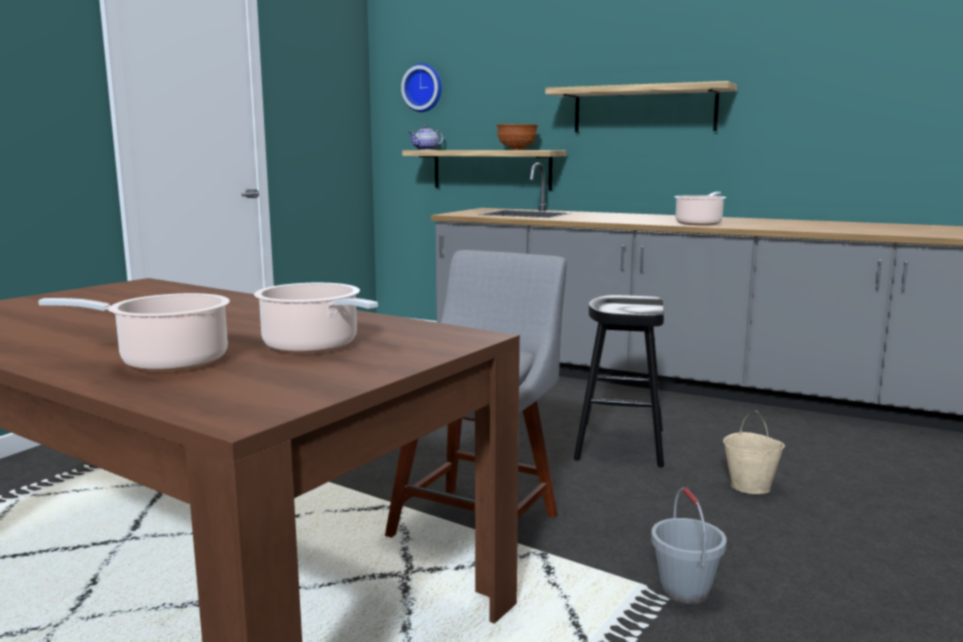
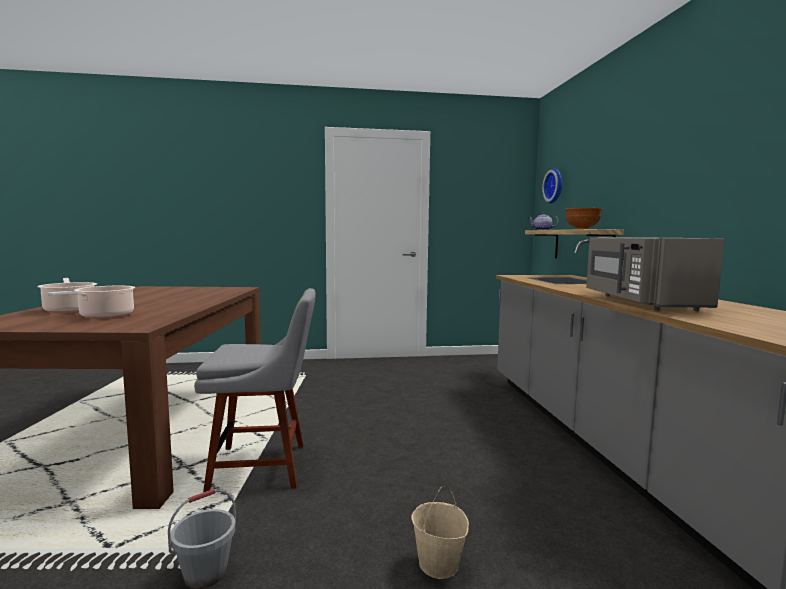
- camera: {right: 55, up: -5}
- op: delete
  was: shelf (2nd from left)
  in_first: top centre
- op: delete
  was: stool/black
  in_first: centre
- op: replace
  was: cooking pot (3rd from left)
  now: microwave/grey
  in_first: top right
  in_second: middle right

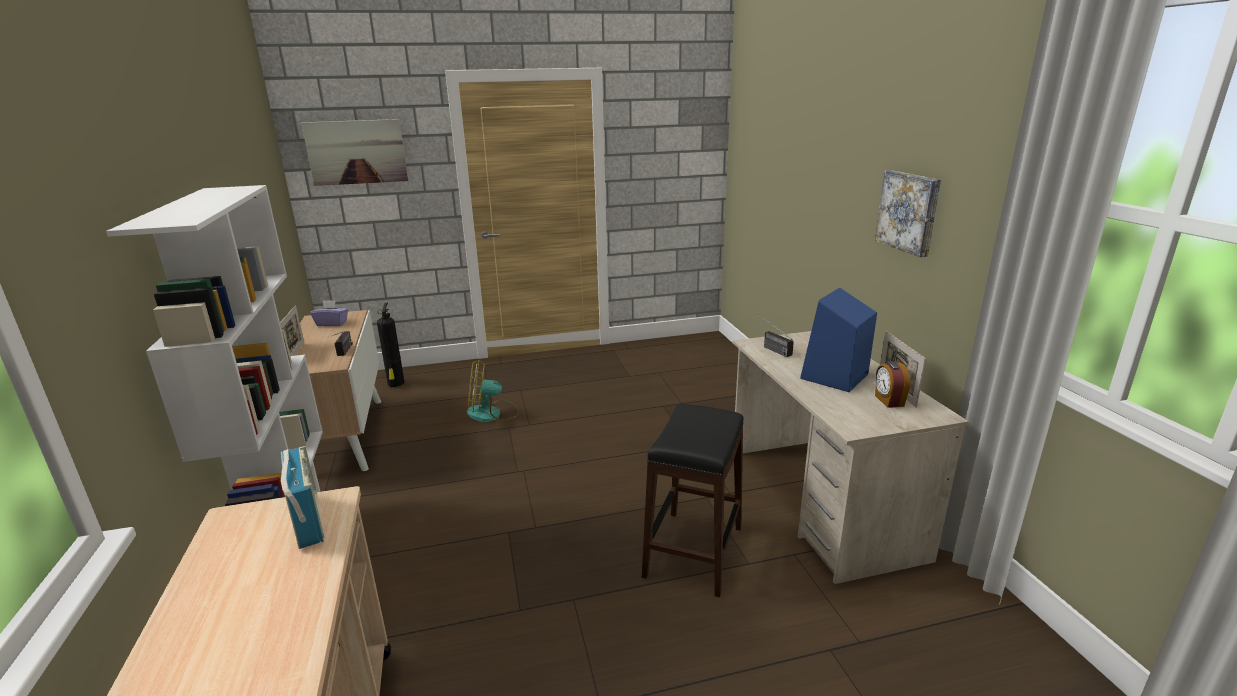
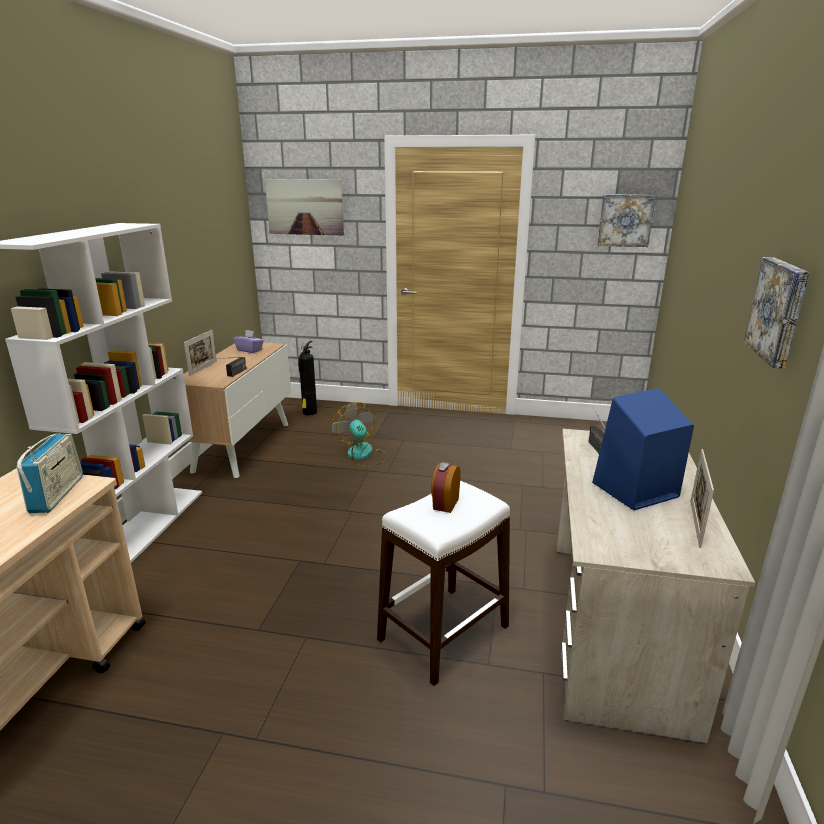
- camera: {right: 25, up: 0}
- op: rotate
  was: fan
  in_first: centre
  in_second: centre
  clockwise: 45
- op: recolor
  was: stool/black
  now: stool/white
  in_first: bottom centre
  in_second: bottom centre
- op: move
  was: alarm clock
  in_first: middle right
  in_second: centre
- op: insert
  now: picture (2nd from left)
  in_second: top right

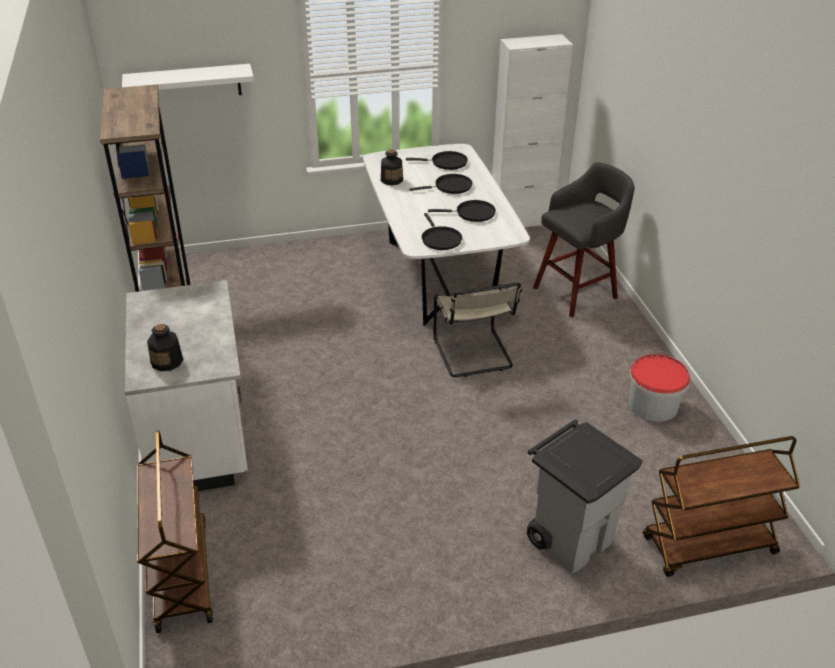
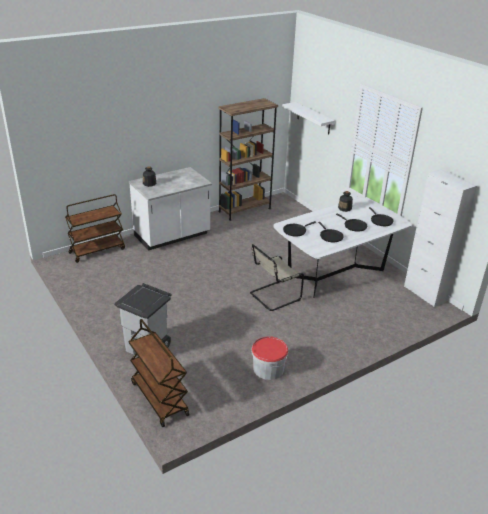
- camera: {right: 70, up: -5}
- op: delete
  was: stool/grey
  in_first: middle right

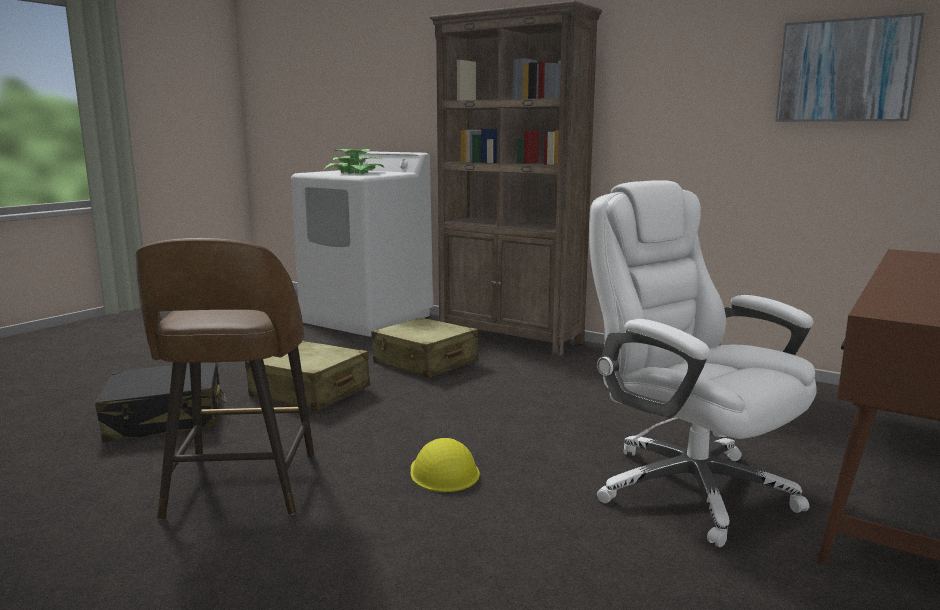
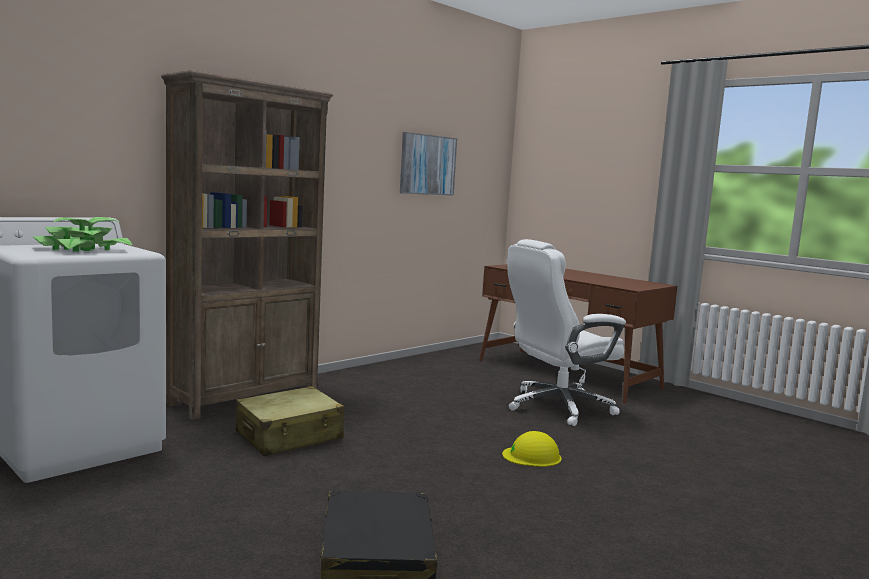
- camera: {right: -80, up: -5}
- op: delete
  was: stool/brown
  in_first: middle left
- op: delete
  was: suitcase/beige (1st from left)
  in_first: middle left

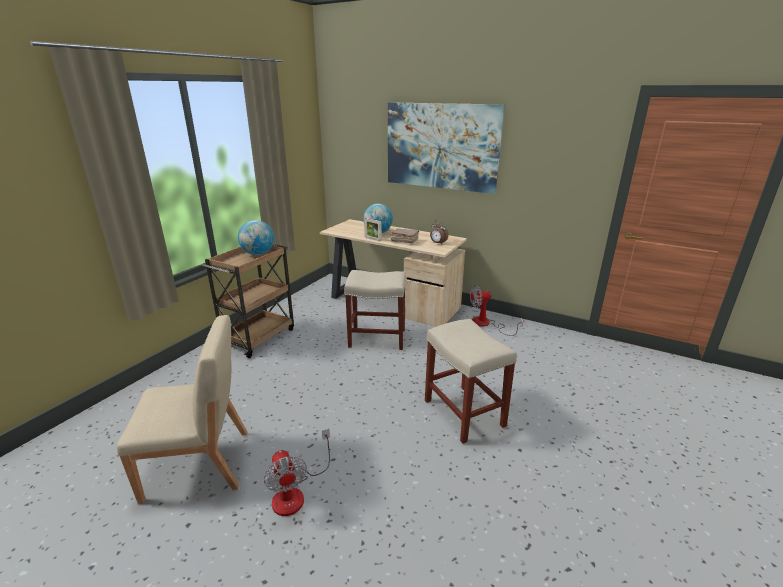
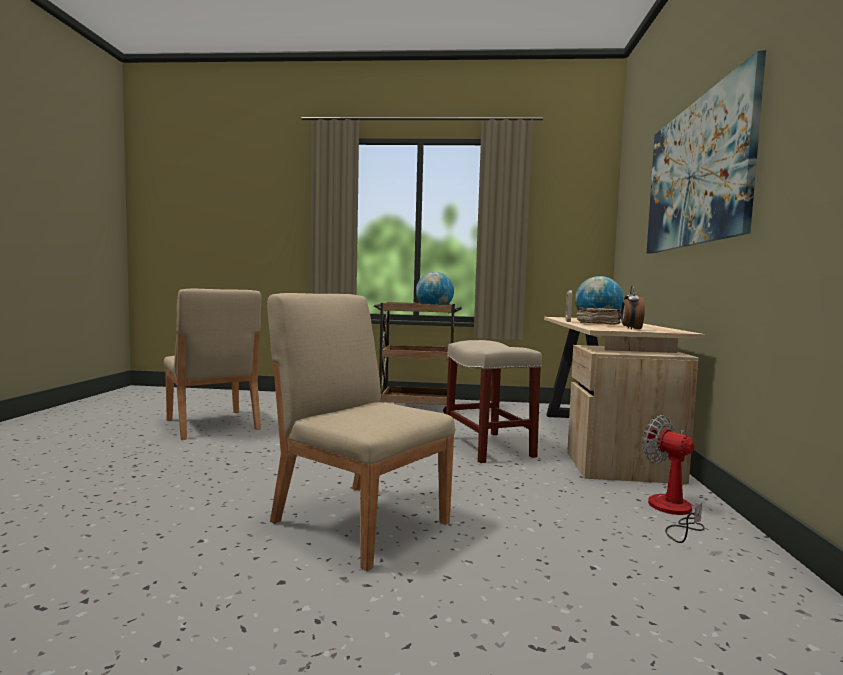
- camera: {right: 65, up: -20}
- op: delete
  was: fan (1st from left)
  in_first: bottom centre
- op: replace
  was: stool/beige (2nd from left)
  now: chair/beige (2nd from left)
  in_first: centre
  in_second: centre

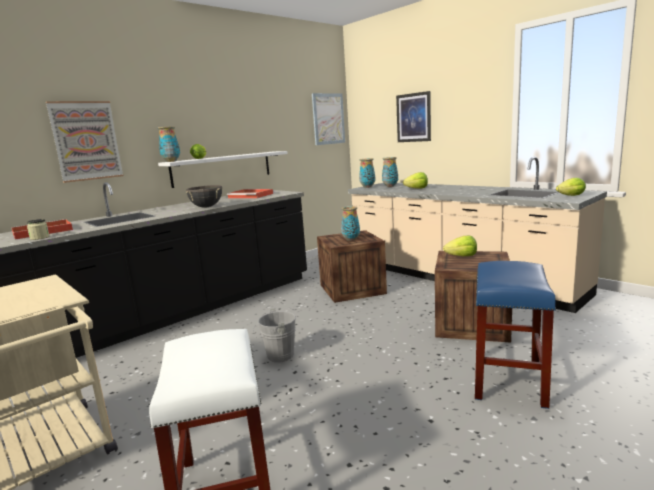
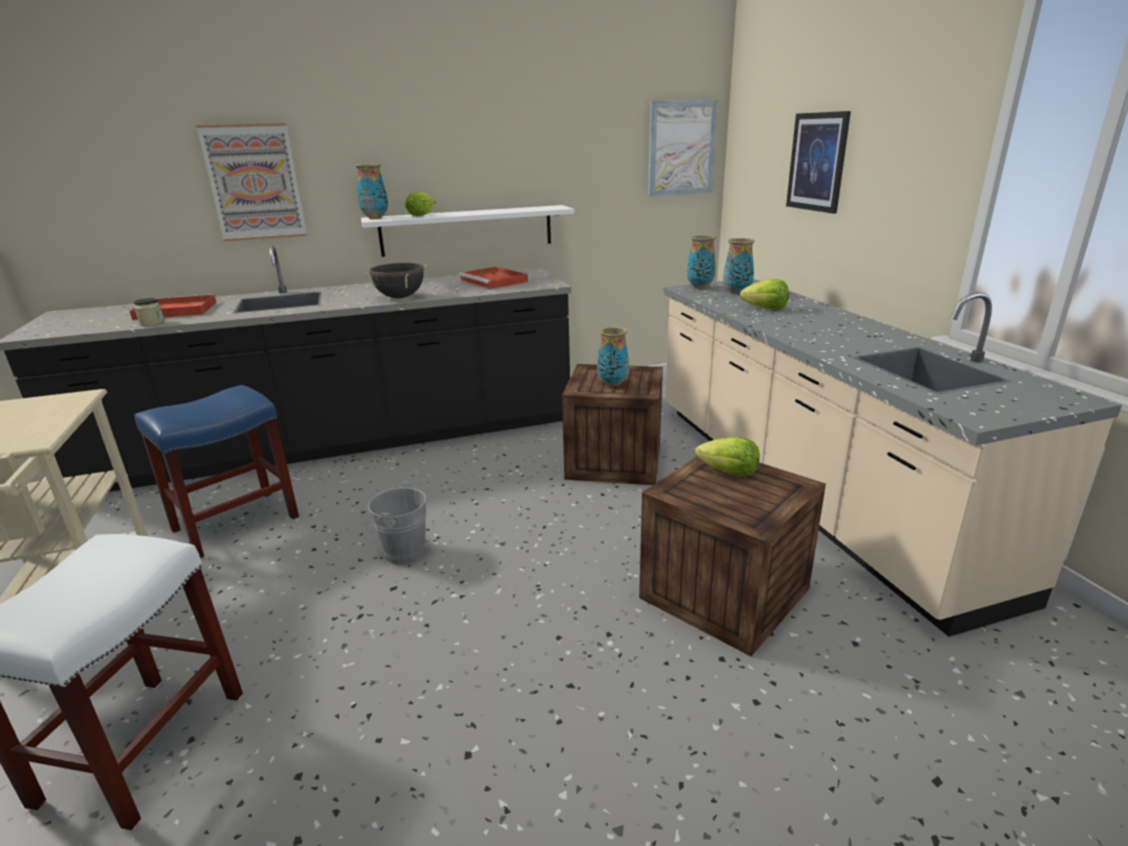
- camera: {right: 25, up: 10}
- op: move
  was: stool/blue
  in_first: bottom right
  in_second: middle left
- op: delete
  was: lettuce (4th from left)
  in_first: middle right

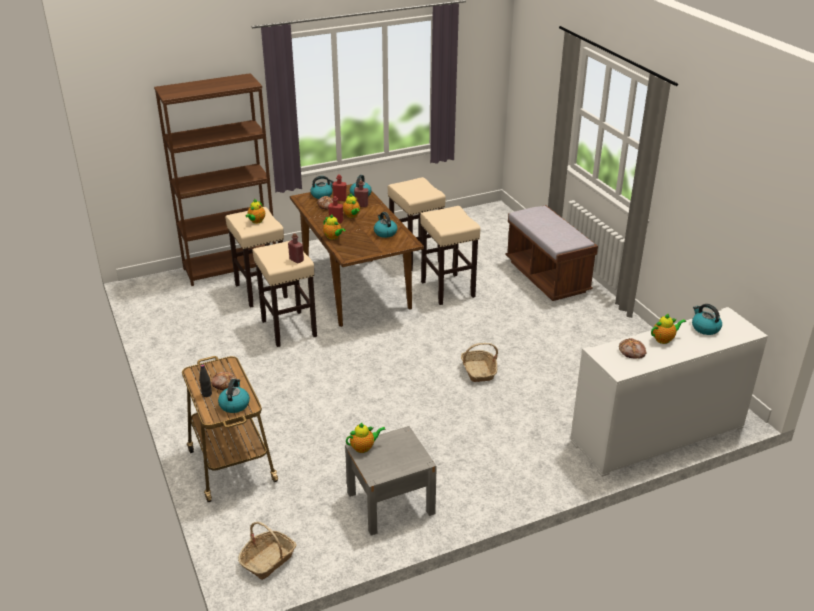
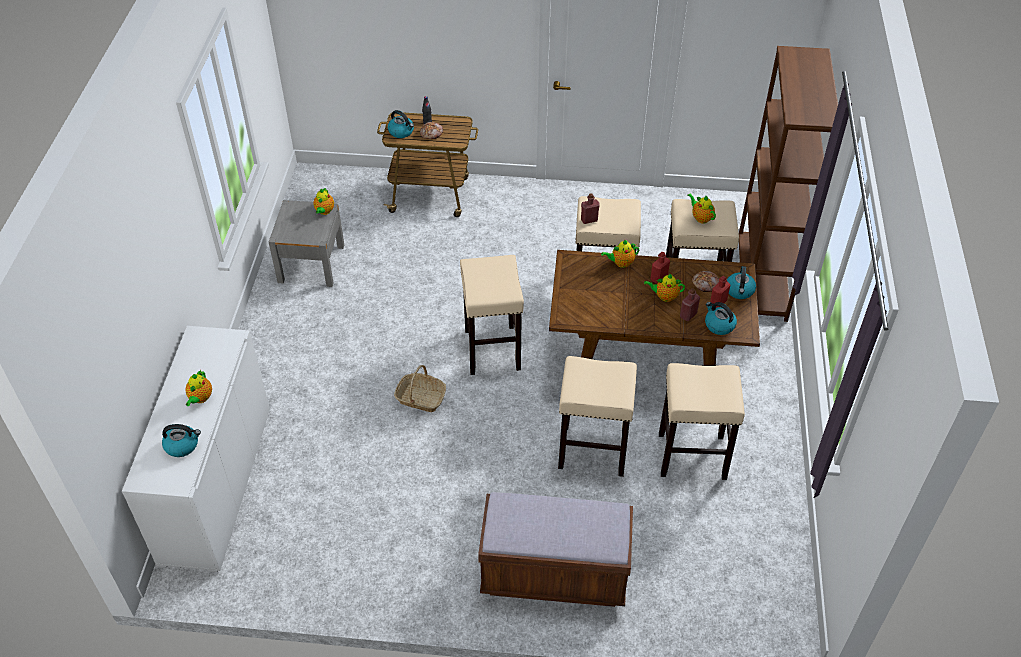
- camera: {right: 120, up: 15}
- op: delete
  was: basket (1st from left)
  in_first: bottom left
- op: delete
  was: kettle (4th from left)
  in_first: centre
- op: delete
  was: bread (3rd from left)
  in_first: middle right
- op: insert
  now: stool/beige (1st from left)
  in_second: centre

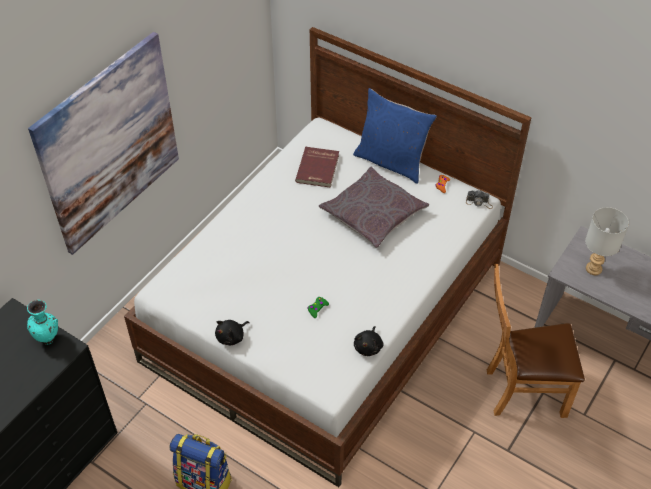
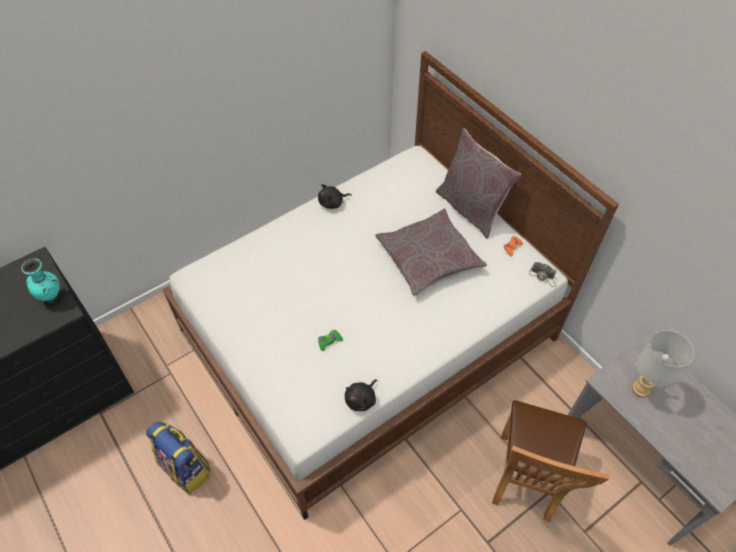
- camera: {right: 20, up: 5}
- op: delete
  was: picture
  in_first: top left
- op: move
  was: plush toy/black (1st from left)
  in_first: bottom centre
  in_second: centre
- op: delete
  was: book/red
  in_first: centre
- op: recolor
  was: pillow/blue
  now: pillow/grey (2nd from left)
  in_first: top centre
  in_second: top centre
- op: rotate
  was: chair/brown
  in_first: bottom right
  in_second: bottom right
  clockwise: -90

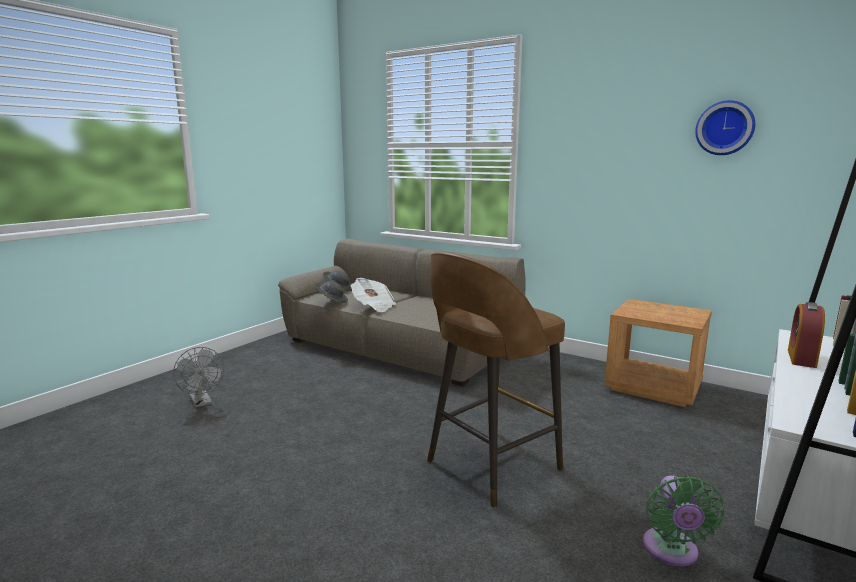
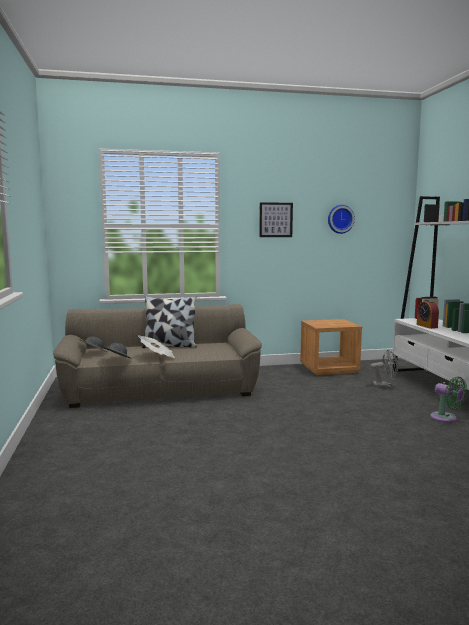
- camera: {right: -45, up: -5}
- op: move
  was: fan/grey
  in_first: middle left
  in_second: middle right
- op: delete
  was: stool/brown
  in_first: centre
- op: insert
  now: pillow
  in_second: centre
- op: insert
  now: picture
  in_second: centre

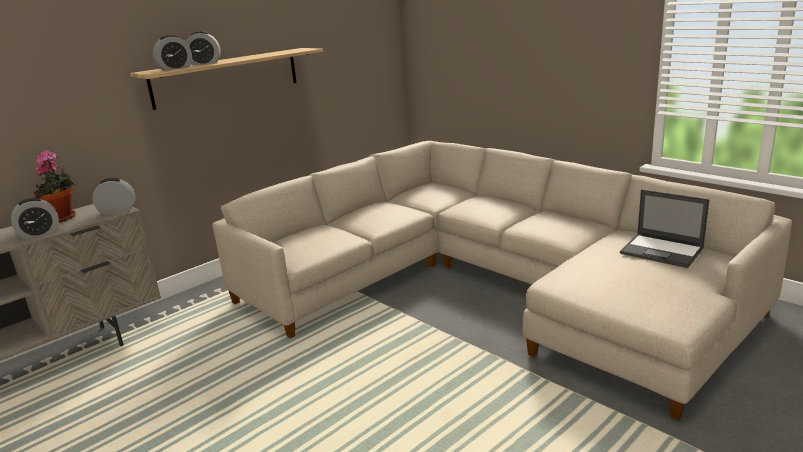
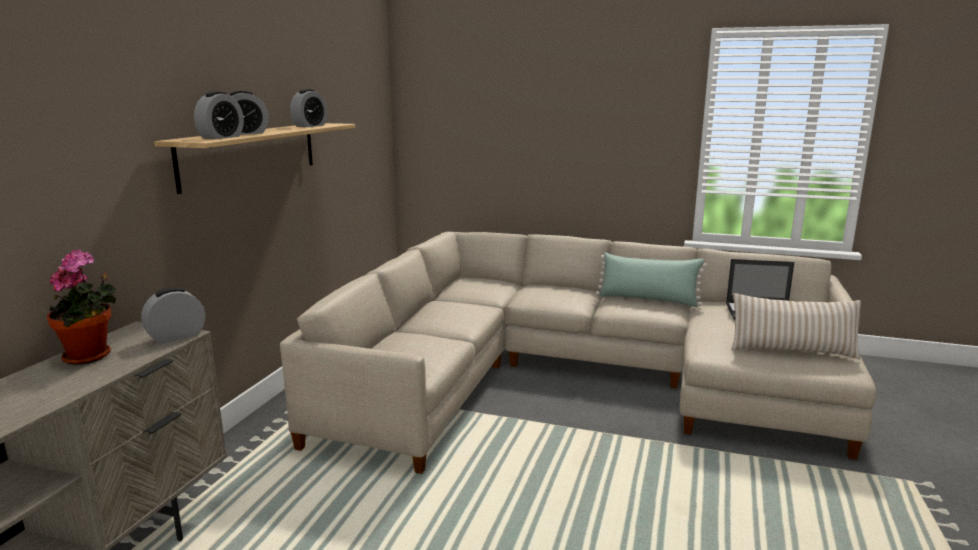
- camera: {right: -30, up: -5}
- op: move
  was: alarm clock (1st from left in the first image)
  now: alarm clock (4th from left)
  in_first: middle left
  in_second: top left
- op: insert
  now: pillow/green
  in_second: centre
- op: insert
  now: pillow/beige
  in_second: middle right

